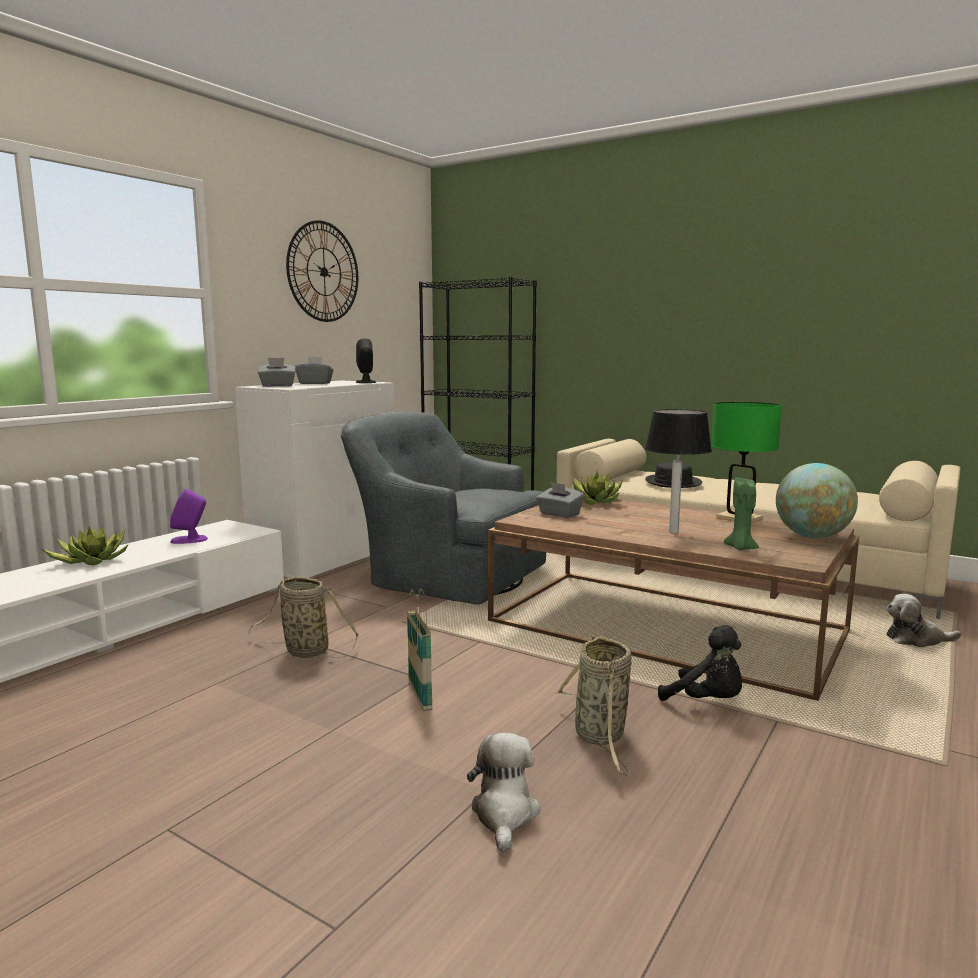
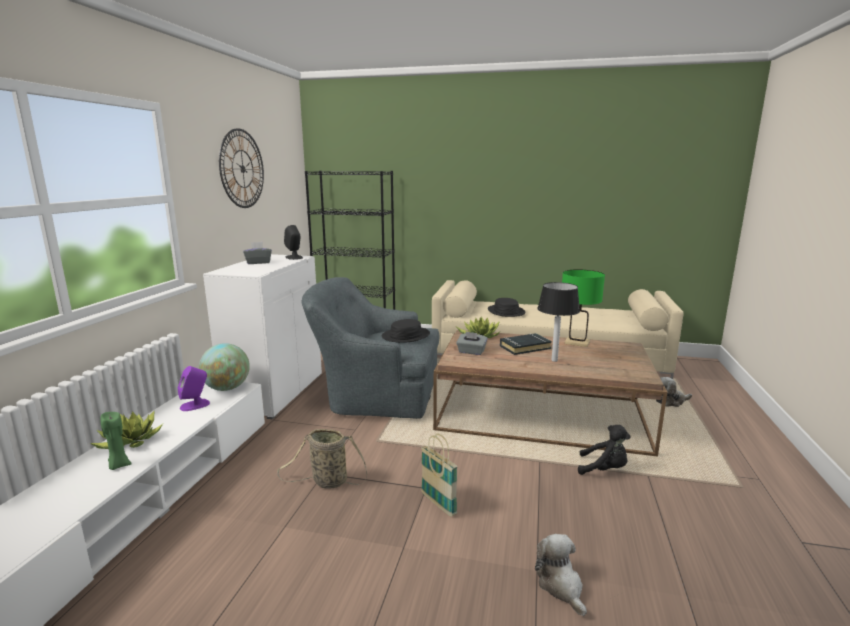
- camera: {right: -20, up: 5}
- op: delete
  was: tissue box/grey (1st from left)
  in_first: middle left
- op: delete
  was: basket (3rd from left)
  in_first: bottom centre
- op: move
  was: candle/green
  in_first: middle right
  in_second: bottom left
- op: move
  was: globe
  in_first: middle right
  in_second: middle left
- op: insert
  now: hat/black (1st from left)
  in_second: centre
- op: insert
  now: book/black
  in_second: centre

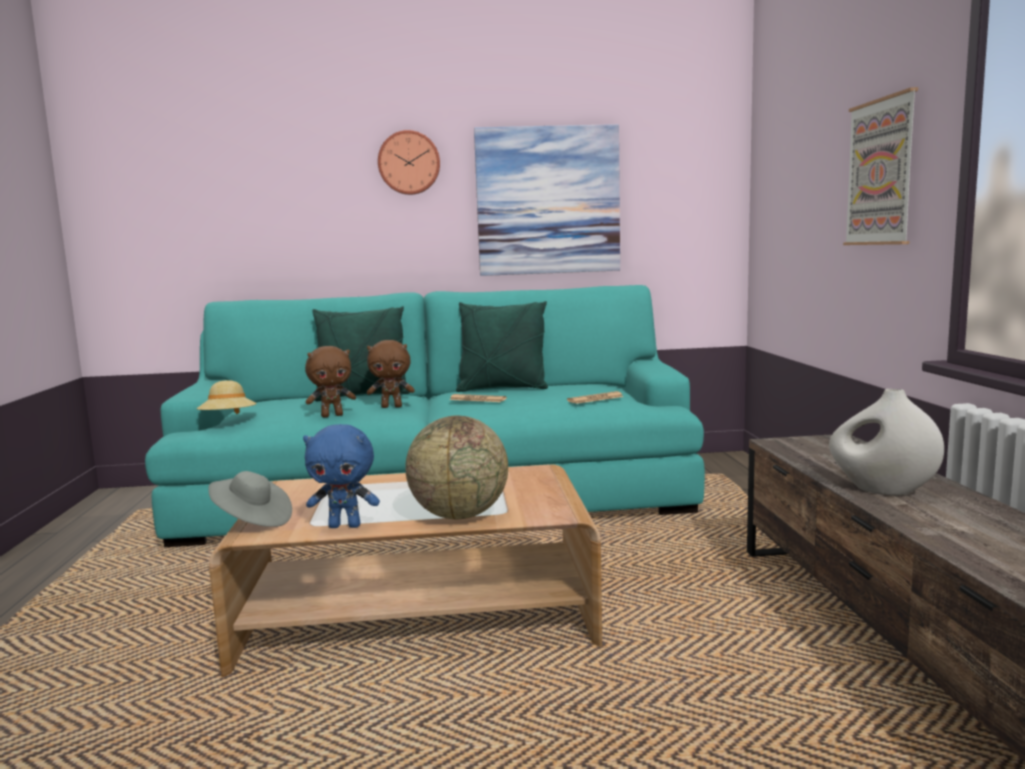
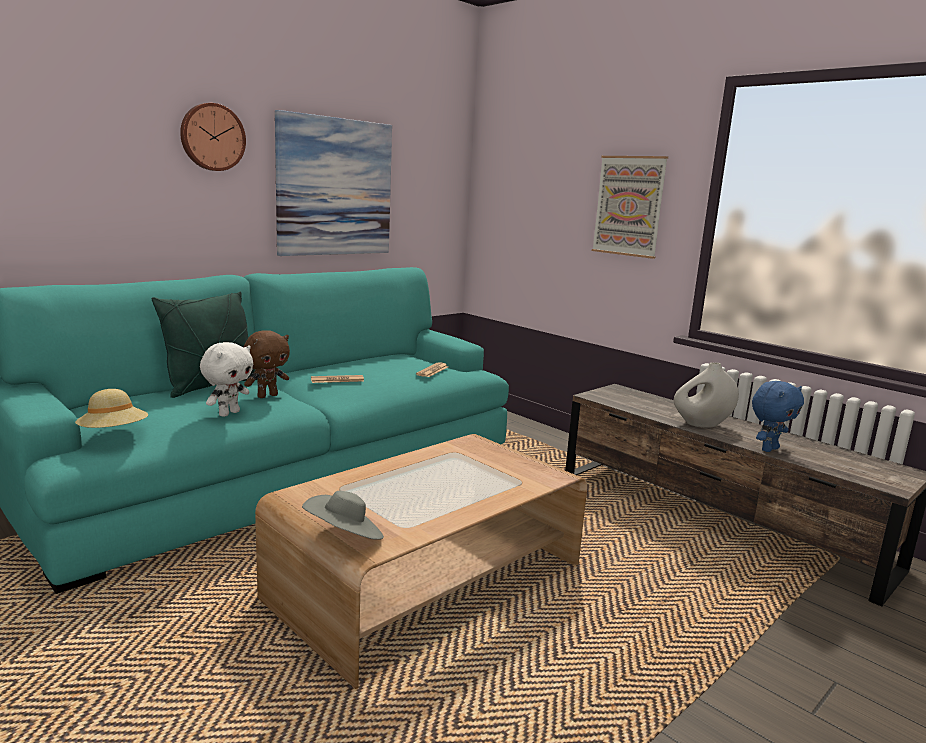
- camera: {right: -40, up: 5}
- op: move
  was: plush toy/blue
  in_first: middle left
  in_second: middle right
- op: recolor
  was: plush toy/brown (1st from left)
  now: plush toy/white
  in_first: middle left
  in_second: middle left
- op: delete
  was: globe
  in_first: centre
- op: delete
  was: pillow/green (2nd from left)
  in_first: centre

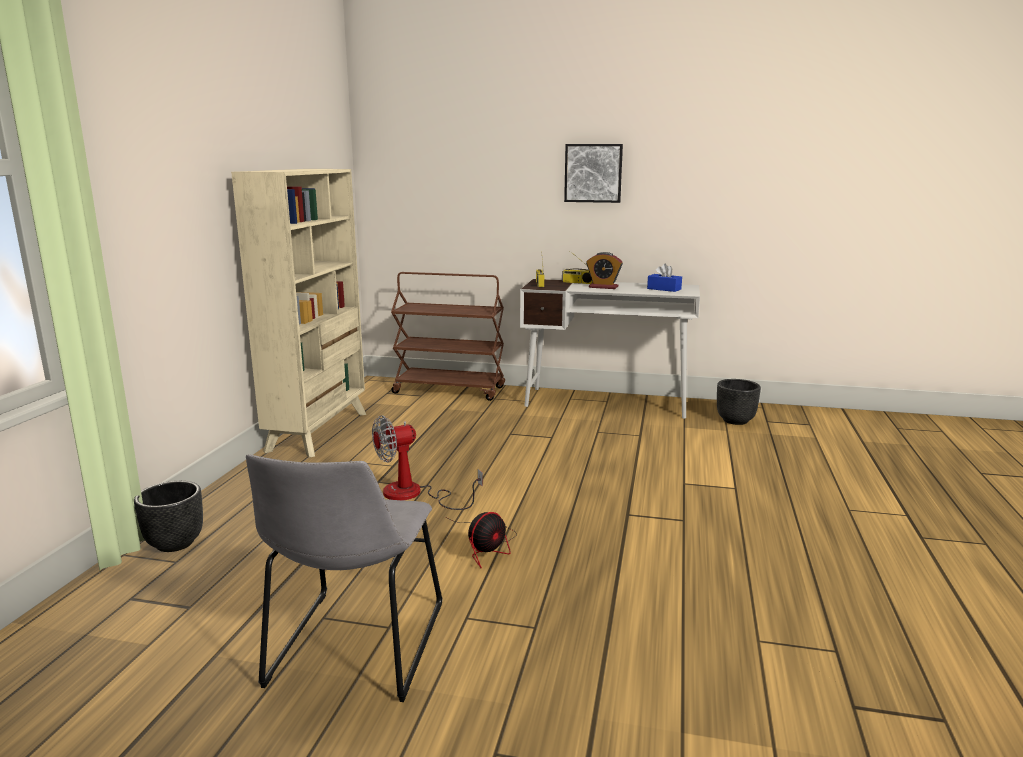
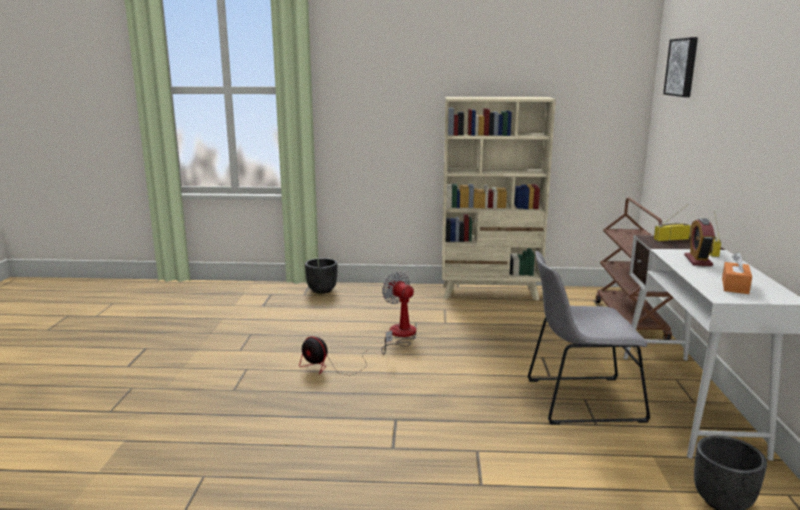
- camera: {right: 80, up: 0}
- op: move
  was: chair/grey
  in_first: bottom centre
  in_second: middle right
- op: move
  was: picture
  in_first: top centre
  in_second: top right
- op: recolor
  was: tissue box/blue
  now: tissue box/orange
  in_first: centre
  in_second: middle right

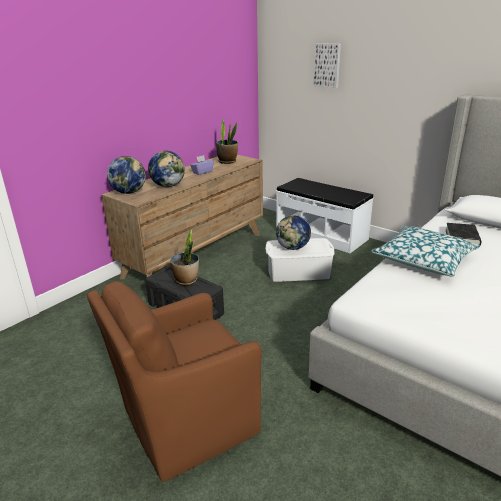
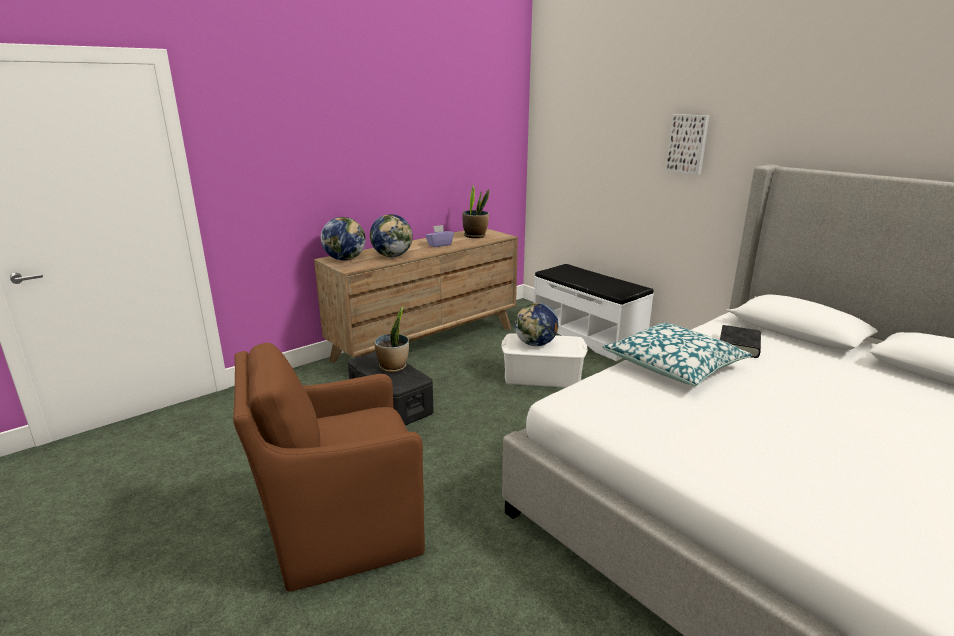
- camera: {right: 10, up: -5}
- op: move
  was: picture
  in_first: top centre
  in_second: top right

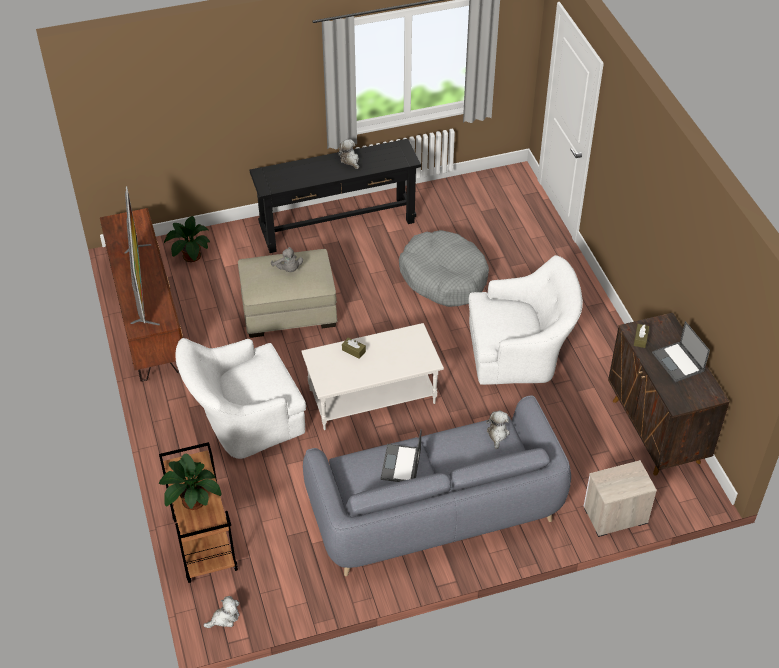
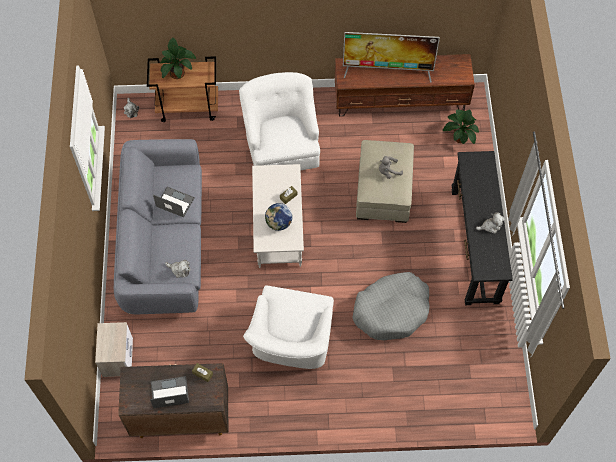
- camera: {right: 105, up: 15}
- op: insert
  now: globe
  in_second: centre

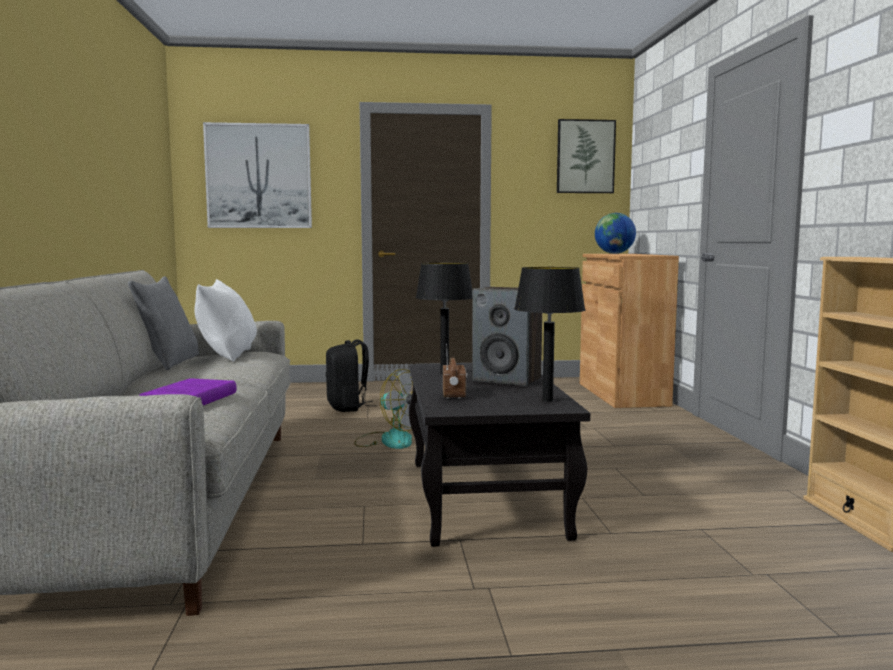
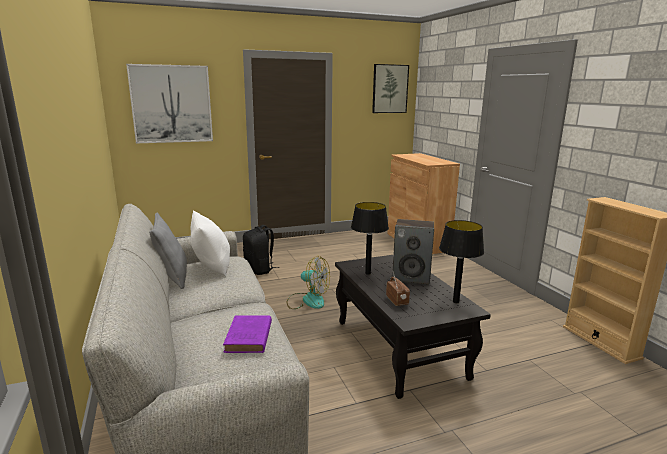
- camera: {right: -15, up: 10}
- op: delete
  was: globe
  in_first: middle right

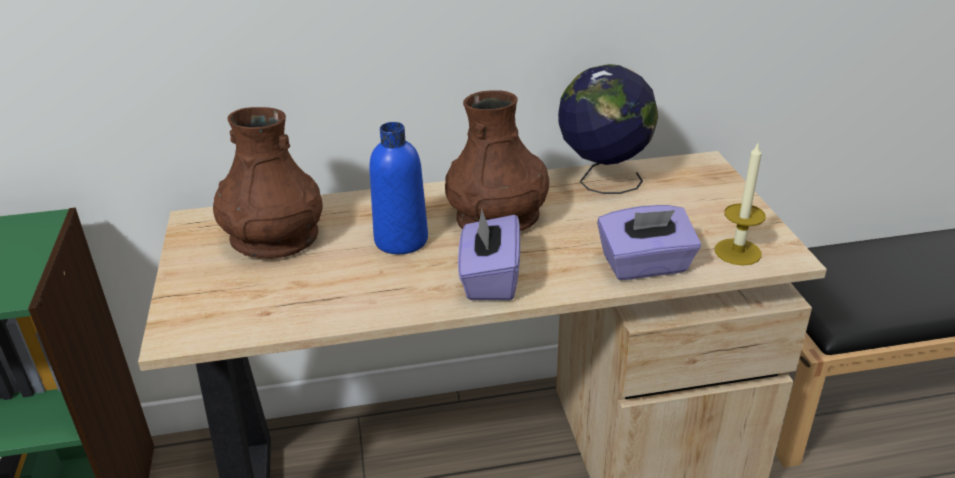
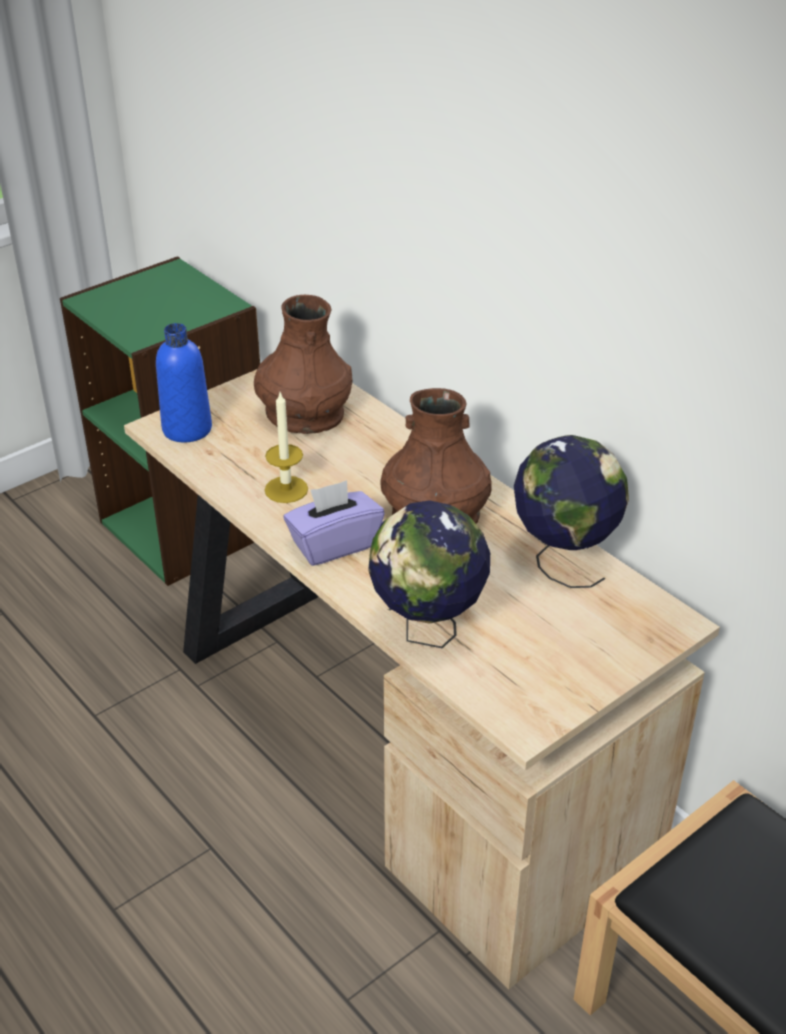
- camera: {right: 60, up: 5}
- op: move
  was: bottle/blue
  in_first: centre
  in_second: middle left
- op: replace
  was: tissue box/purple (2nd from left)
  now: globe (1st from left)
  in_first: middle right
  in_second: centre
- op: move
  was: candle
  in_first: middle right
  in_second: centre

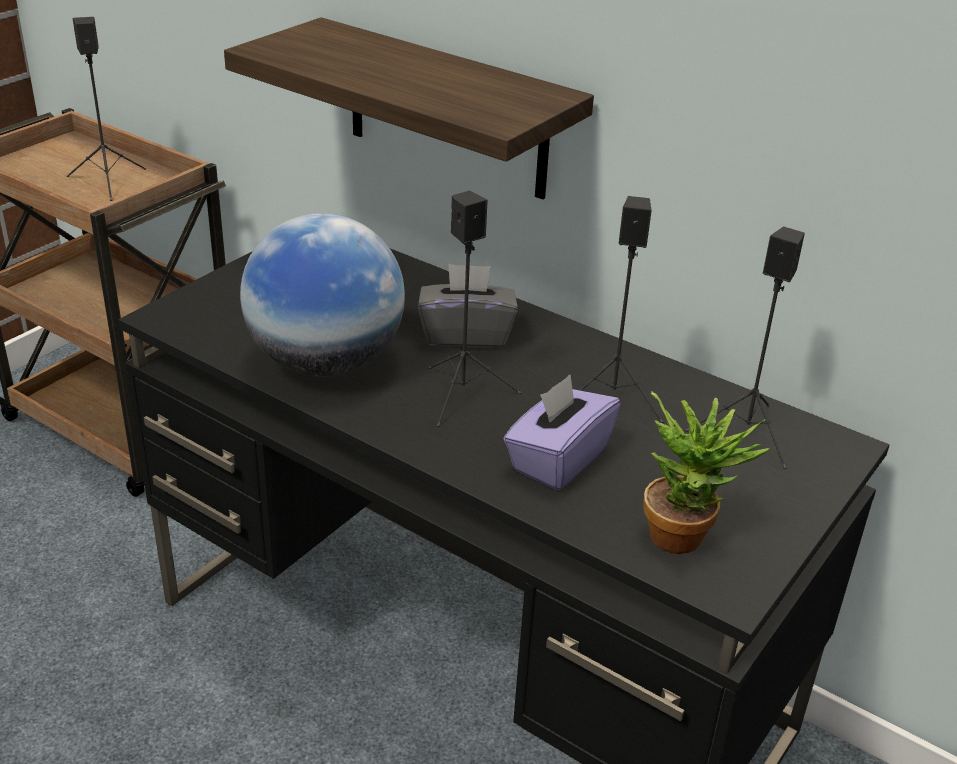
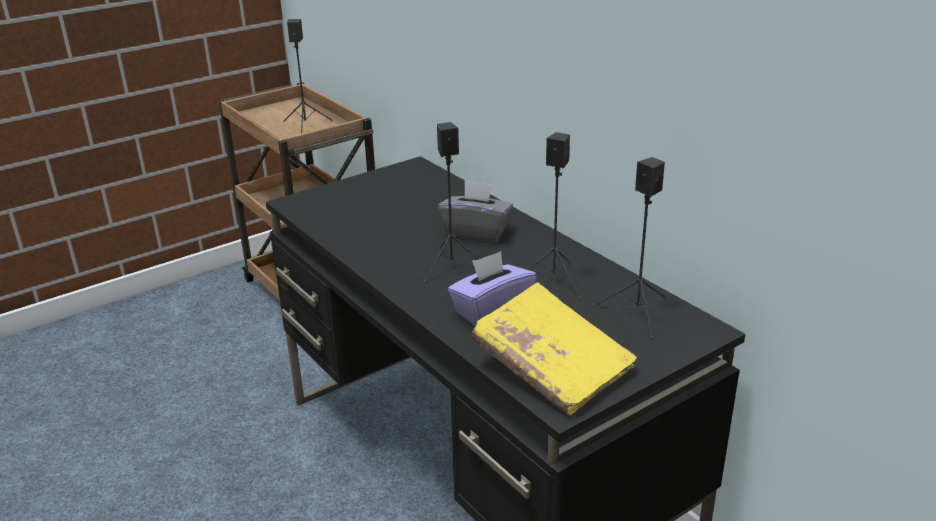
- camera: {right: 20, up: -5}
- op: delete
  was: shelf
  in_first: top centre
- op: delete
  was: globe
  in_first: centre
- op: replace
  was: potted plant
  now: book/yellow
  in_first: middle right
  in_second: bottom centre

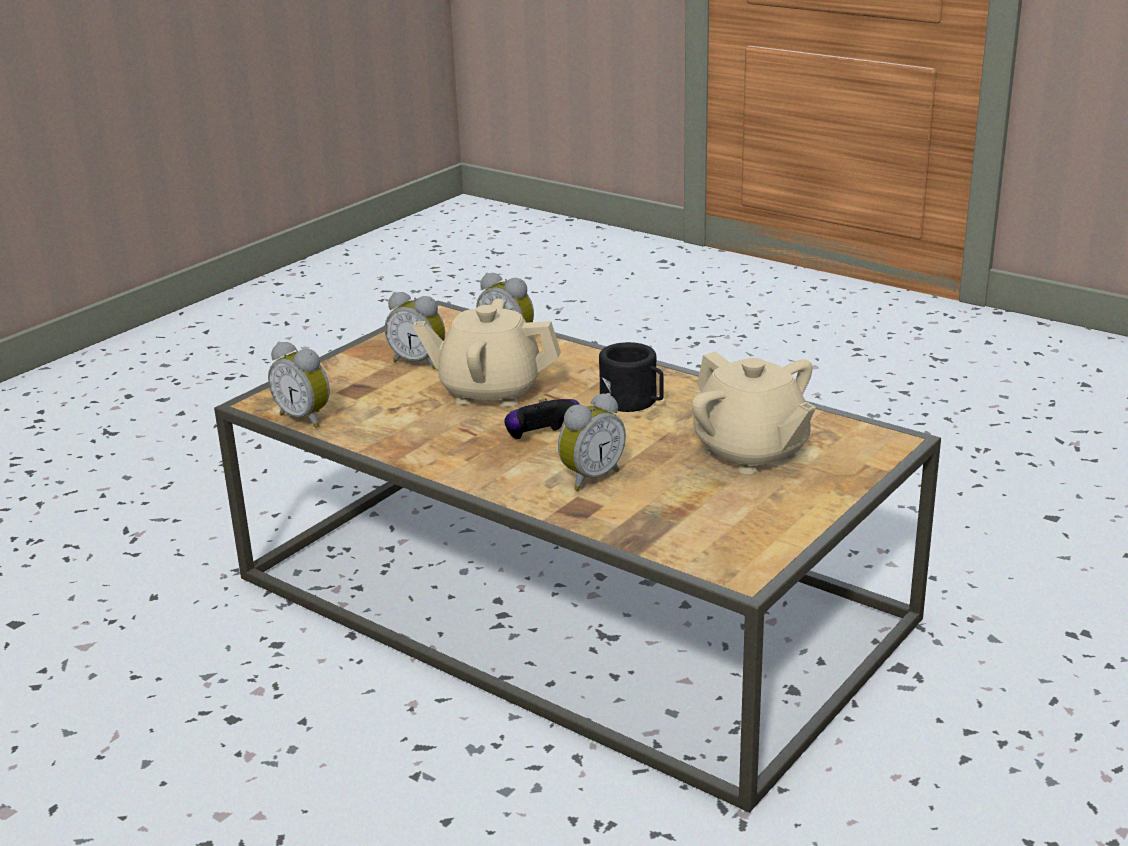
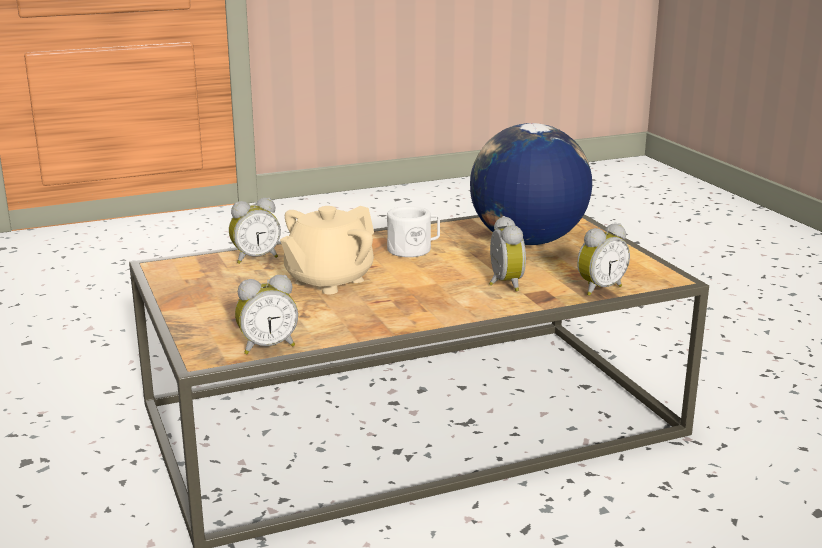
- camera: {right: -60, up: -5}
- op: move
  was: alarm clock (2nd from left in the first image)
  now: alarm clock (4th from left)
  in_first: centre
  in_second: middle right
- op: delete
  was: game controller
  in_first: centre
- op: recolor
  was: mug/black
  now: mug/white
  in_first: centre
  in_second: centre
- op: replace
  was: teapot/beige (2nd from left)
  now: globe
  in_first: middle right
  in_second: centre

